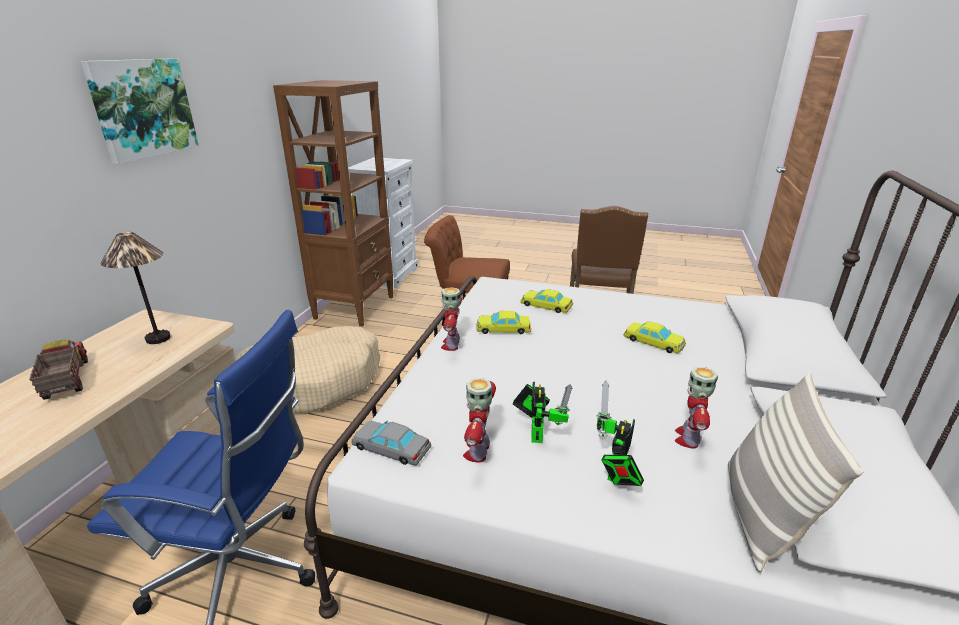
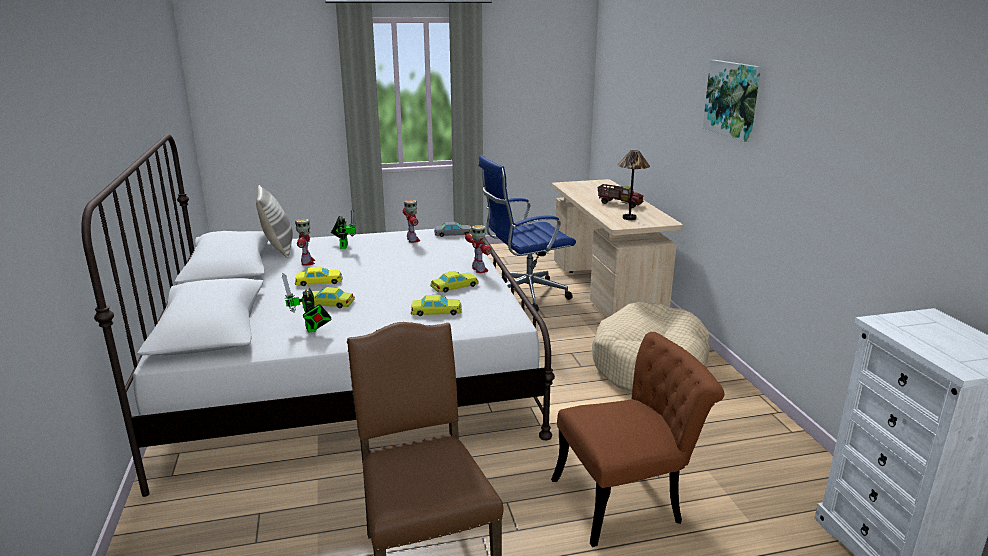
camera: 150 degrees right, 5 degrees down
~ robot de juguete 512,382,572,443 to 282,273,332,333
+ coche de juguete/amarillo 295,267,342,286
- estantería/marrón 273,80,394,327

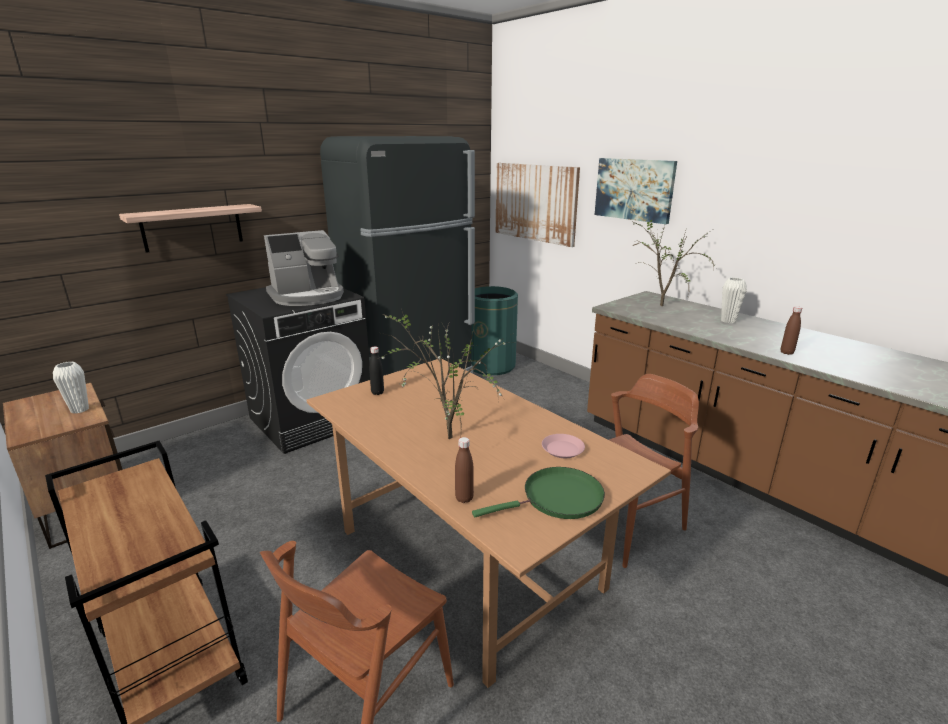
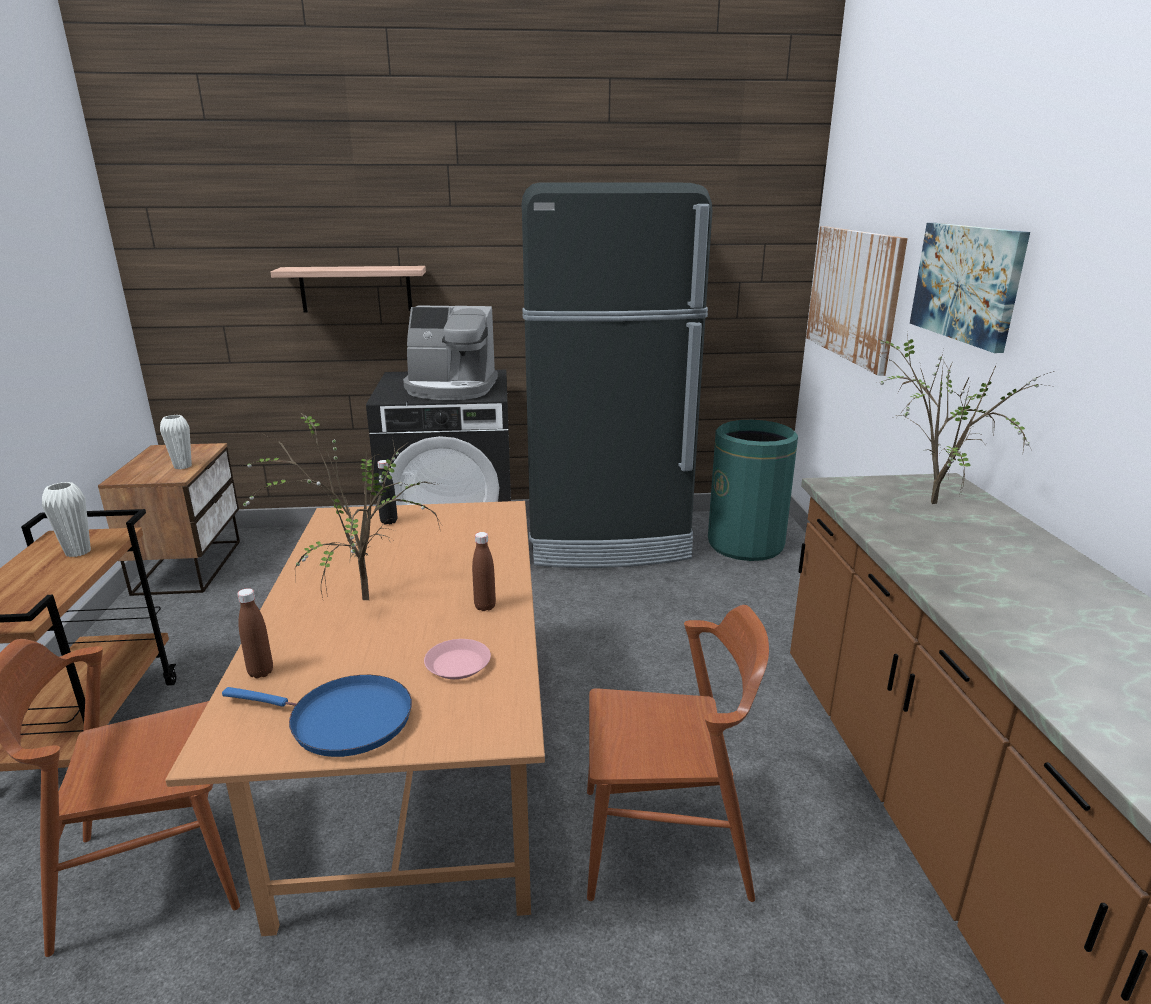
camera: 35 degrees right, 0 degrees up
~ florero/blanco 721,278,747,323 to 42,482,91,557
~ sartén/verde 472,467,605,519 to sartén/azul 222,675,412,757
~ botella/marrón 781,306,802,355 to 472,532,496,611

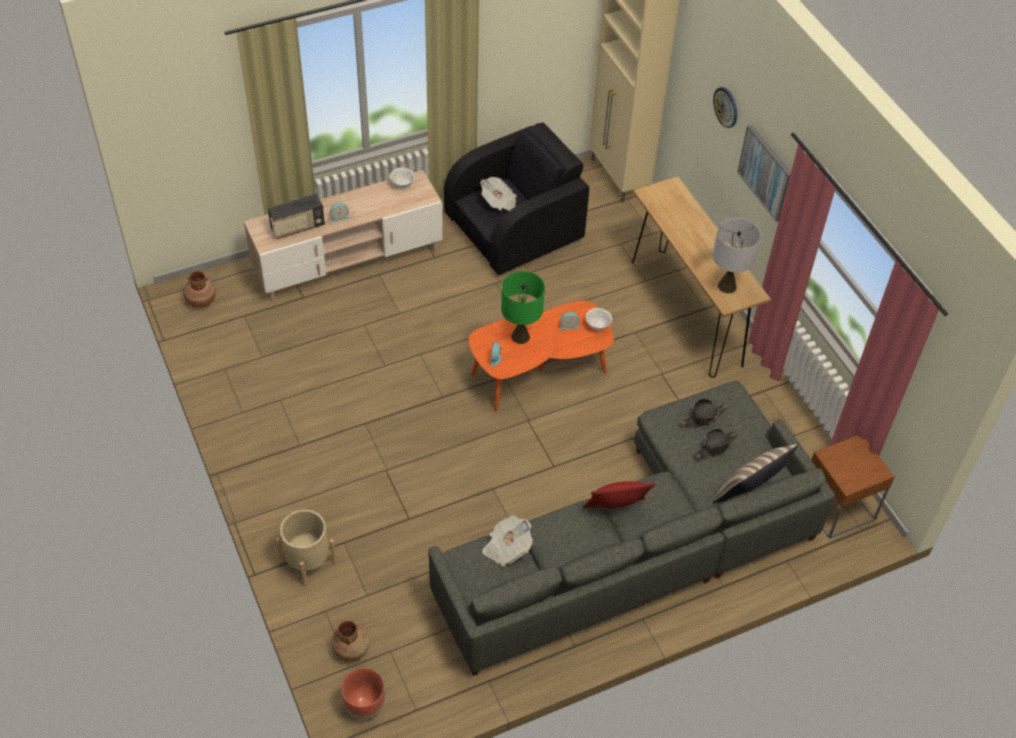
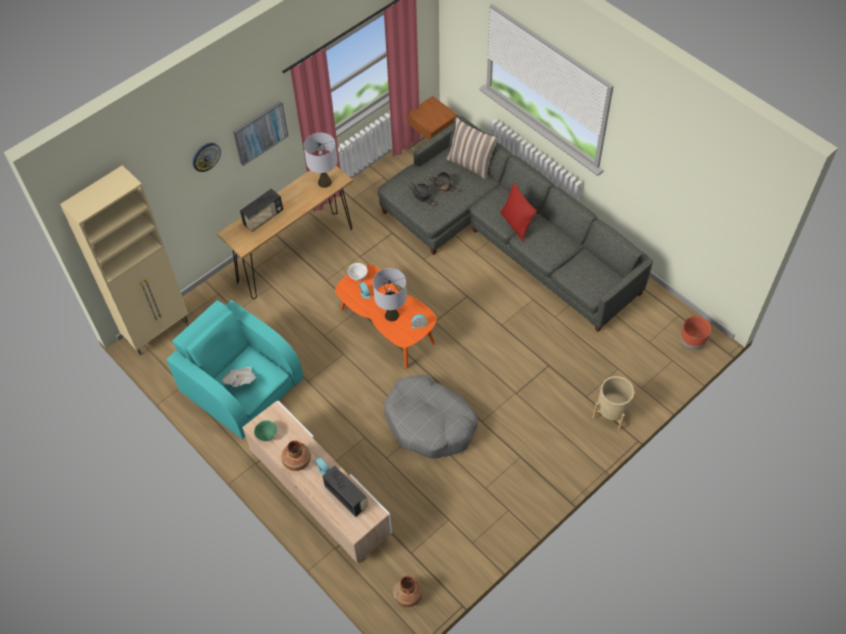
camera: 105 degrees left, 5 degrees up
~ sillón/negro 444,122,589,275 to sillón/turquesa 166,300,304,439
+ radio 240,188,283,232
~ cuenco/blanco 390,168,415,188 to cuenco/verde 254,420,277,441
~ florero/marrón 332,620,370,661 to 281,440,311,471
~ lámpara de mesa/verde 501,271,545,344 to lámpara de mesa/gris 373,268,407,321
+ cama para perro/gris 384,375,478,459
- periódico 482,515,533,567

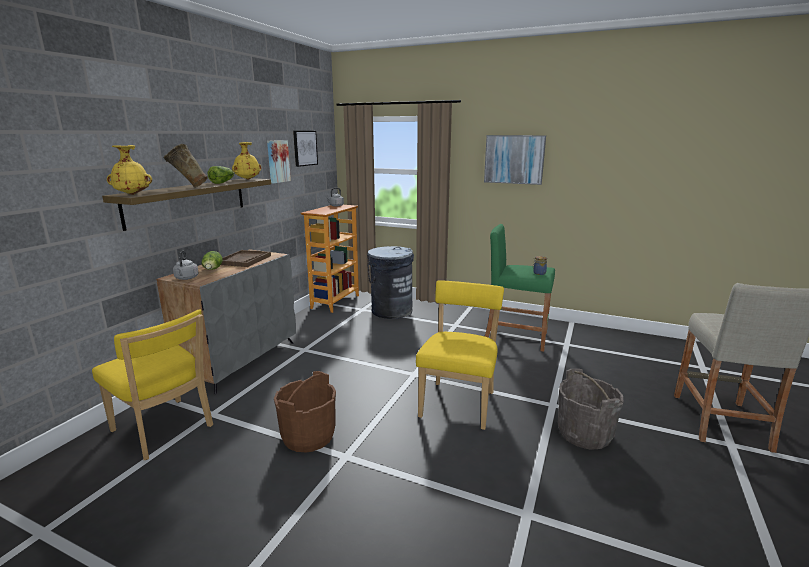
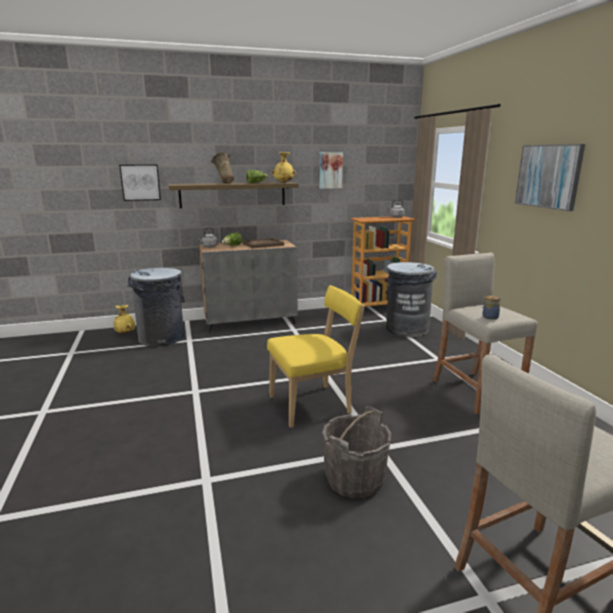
camera: 50 degrees right, 0 degrees up
~ florero/amarillo 107,145,152,195 to 114,305,135,333
~ cuadro 293,131,318,167 to 119,165,161,201
~ silla/amarillo 92,309,213,460 to papelera/gris 128,268,185,346
~ taburete/verde 485,224,555,352 to taburete/beis 433,253,538,414
- cubo/marrón 274,371,336,452

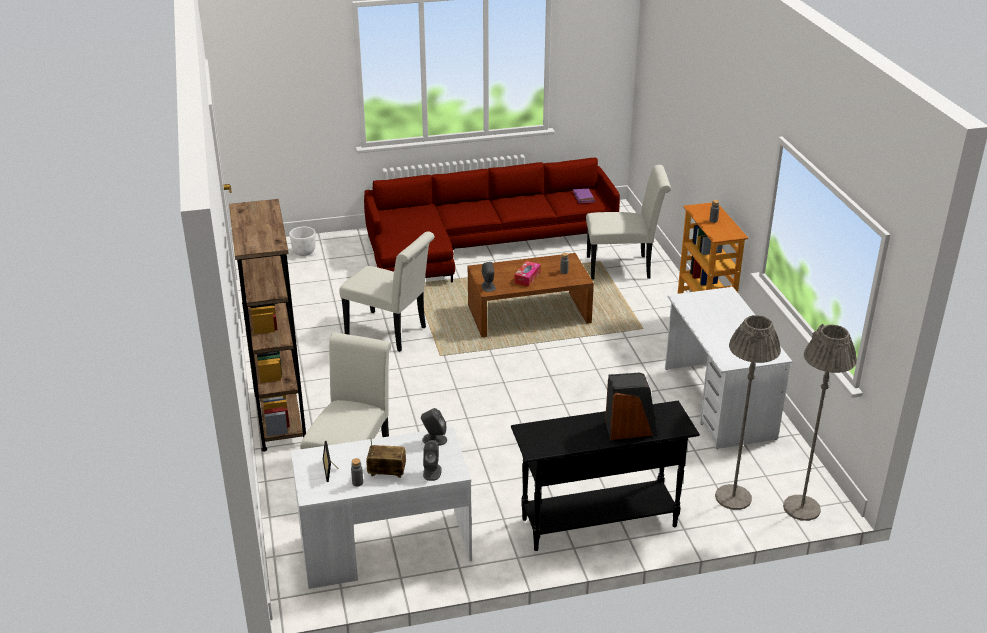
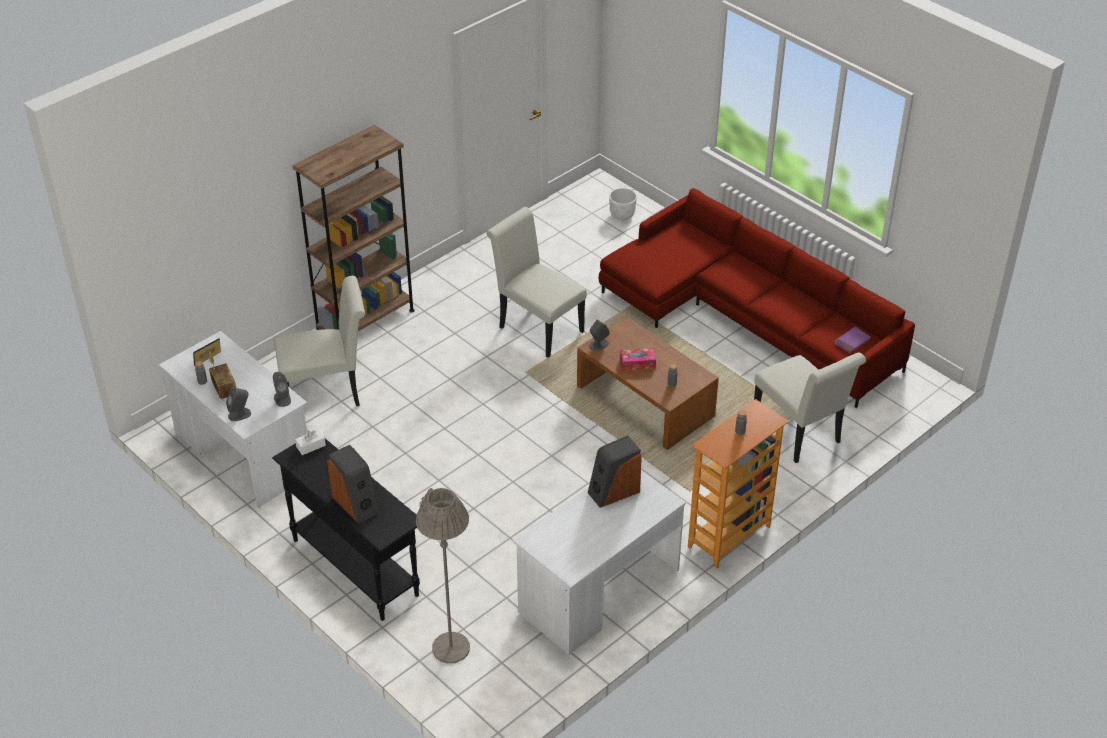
camera: 60 degrees right, 10 degrees up
+ caja de pañuelos/blanco 295,430,326,455
~ silla/blanco 339,231,435,352 = 486,207,587,357 135 degrees clockwise
+ altavoz 588,435,642,508
- lámpara de pie/gris 783,324,857,521

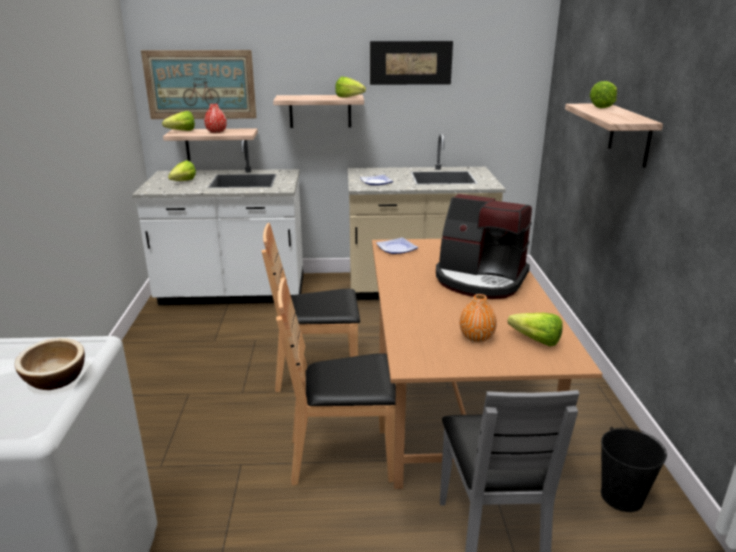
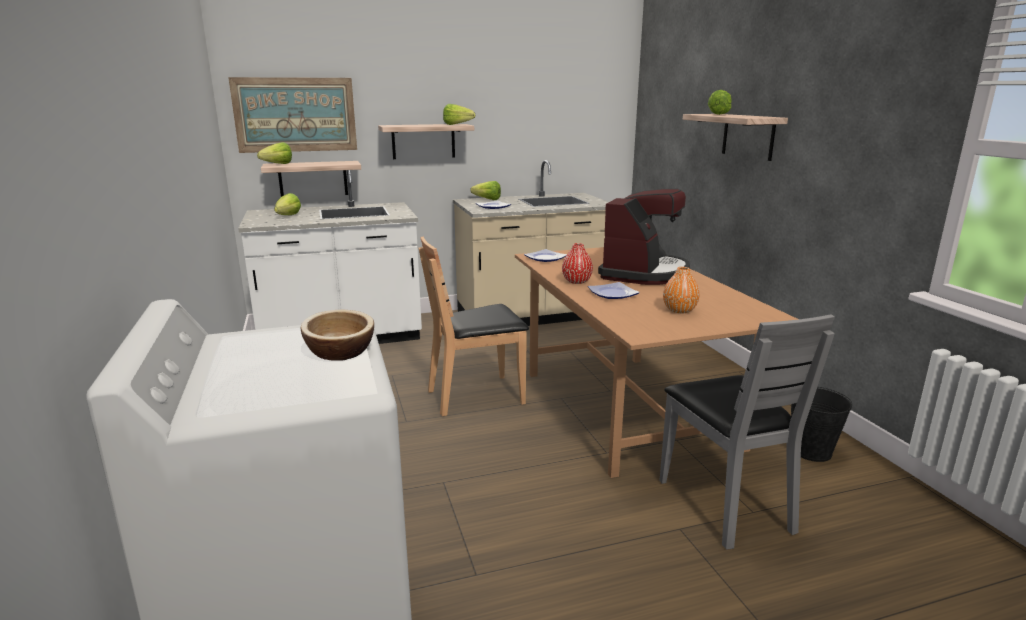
camera: 15 degrees left, 5 degrees down
~ lechuga 508,313,563,346 to 471,181,501,200
~ florero/rojo 204,104,227,133 to 562,243,593,284
+ plato 588,282,640,299
~ cafetera 436,194,532,299 = 598,189,690,285 75 degrees counterclockwise
- silla/marrón 276,277,396,485
- cuadro 370,41,453,85

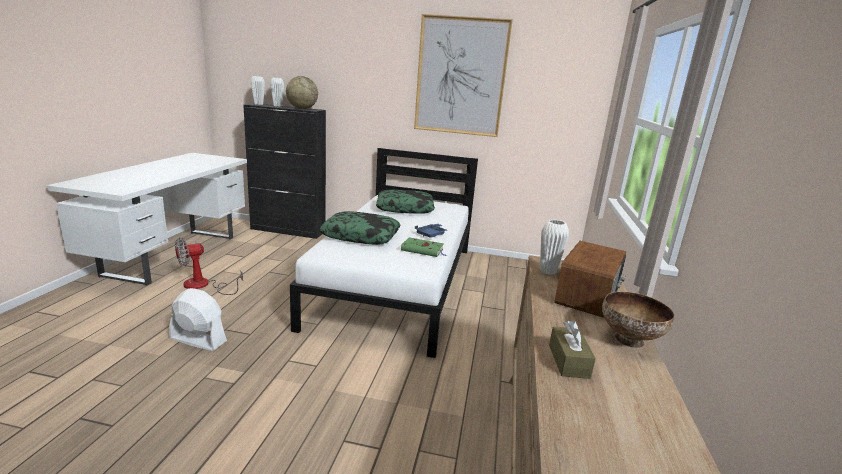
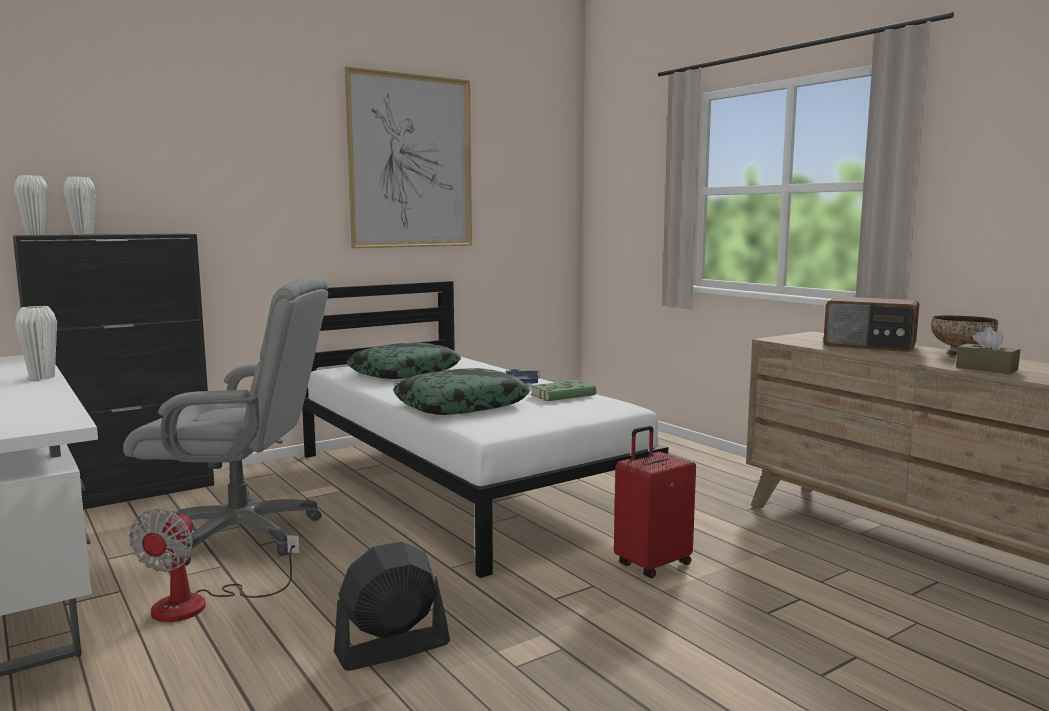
camera: 45 degrees left, 10 degrees down
~ florero/blanco 540,219,569,275 to 15,306,57,380
+ silla de oficina/gris 123,277,329,566
~ ventilador/blanco 169,288,227,351 to ventilador/negro 334,542,450,671
+ maleta/rojo 614,426,696,578
~ radio 554,241,626,318 = 823,296,919,352 135 degrees clockwise
- globo terráqueo 286,76,318,109

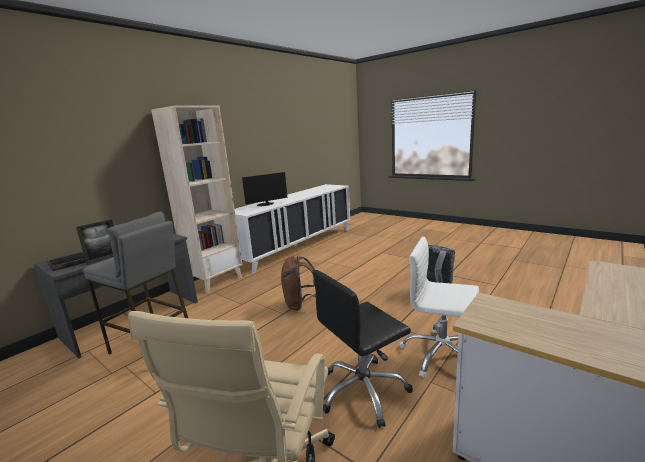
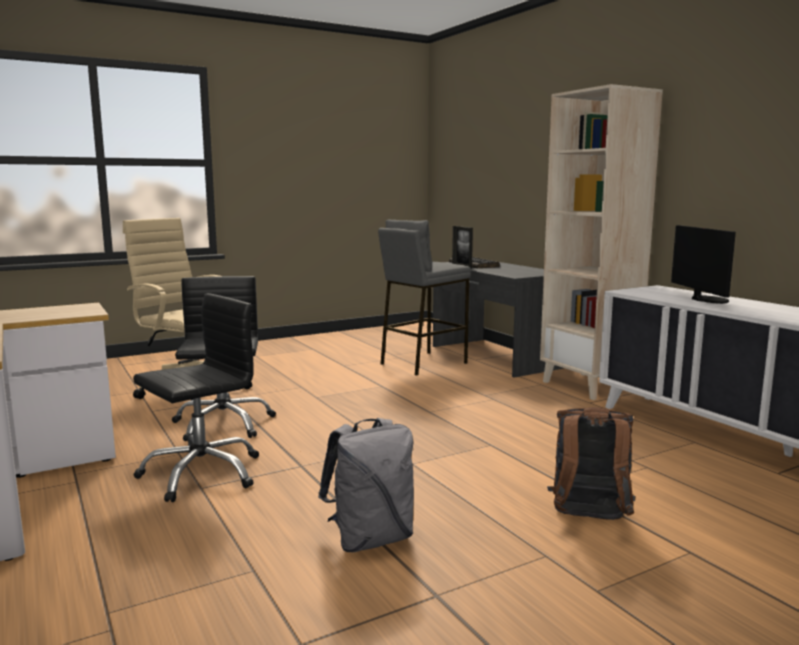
camera: 110 degrees right, 5 degrees down
~ silla de oficina/blanco 399,236,479,378 to silla de oficina/negro 133,293,259,502
~ mochila/marrón 281,257,316,311 to 547,407,635,520

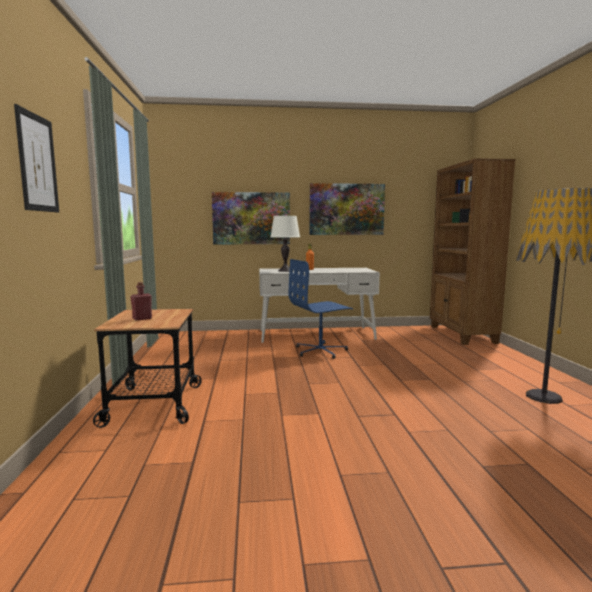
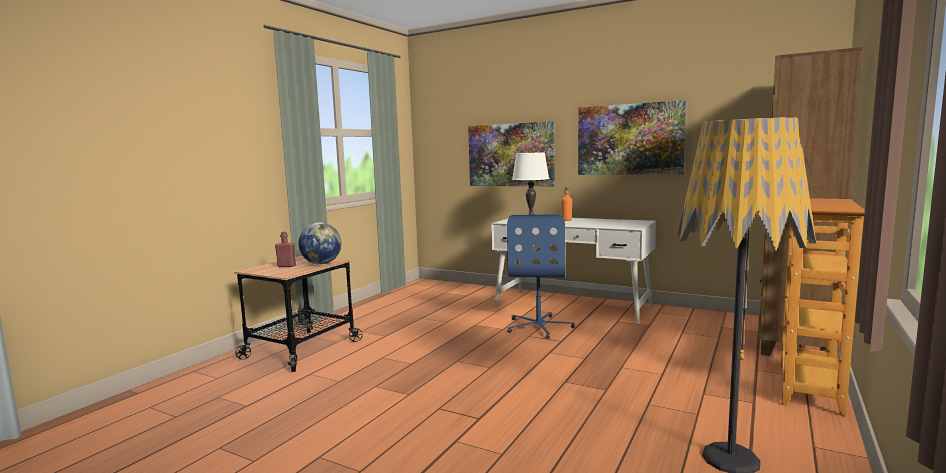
camera: 35 degrees right, 0 degrees up
+ globo terráqueo 298,223,342,264
~ silla de oficina/azul 289,259,353,359 = 507,215,575,339 90 degrees counterclockwise
+ estantería 780,198,865,417
- cuadro 14,104,59,212

